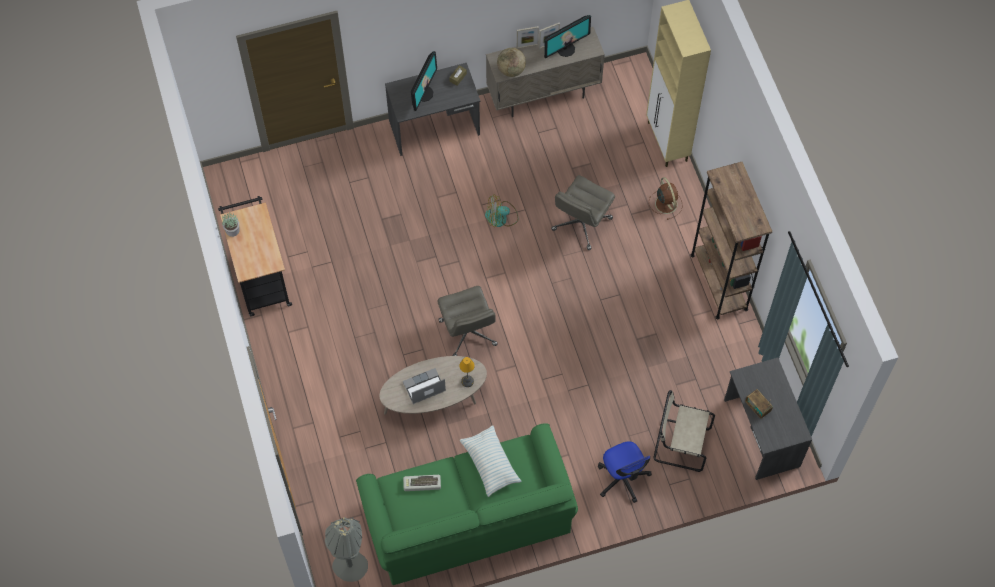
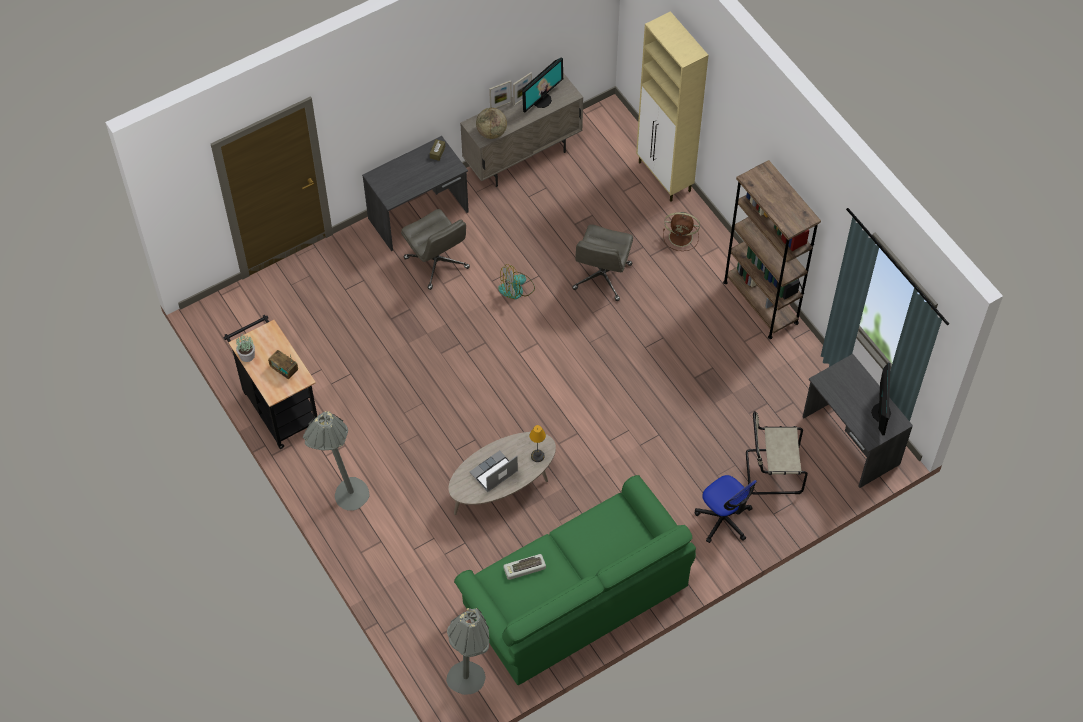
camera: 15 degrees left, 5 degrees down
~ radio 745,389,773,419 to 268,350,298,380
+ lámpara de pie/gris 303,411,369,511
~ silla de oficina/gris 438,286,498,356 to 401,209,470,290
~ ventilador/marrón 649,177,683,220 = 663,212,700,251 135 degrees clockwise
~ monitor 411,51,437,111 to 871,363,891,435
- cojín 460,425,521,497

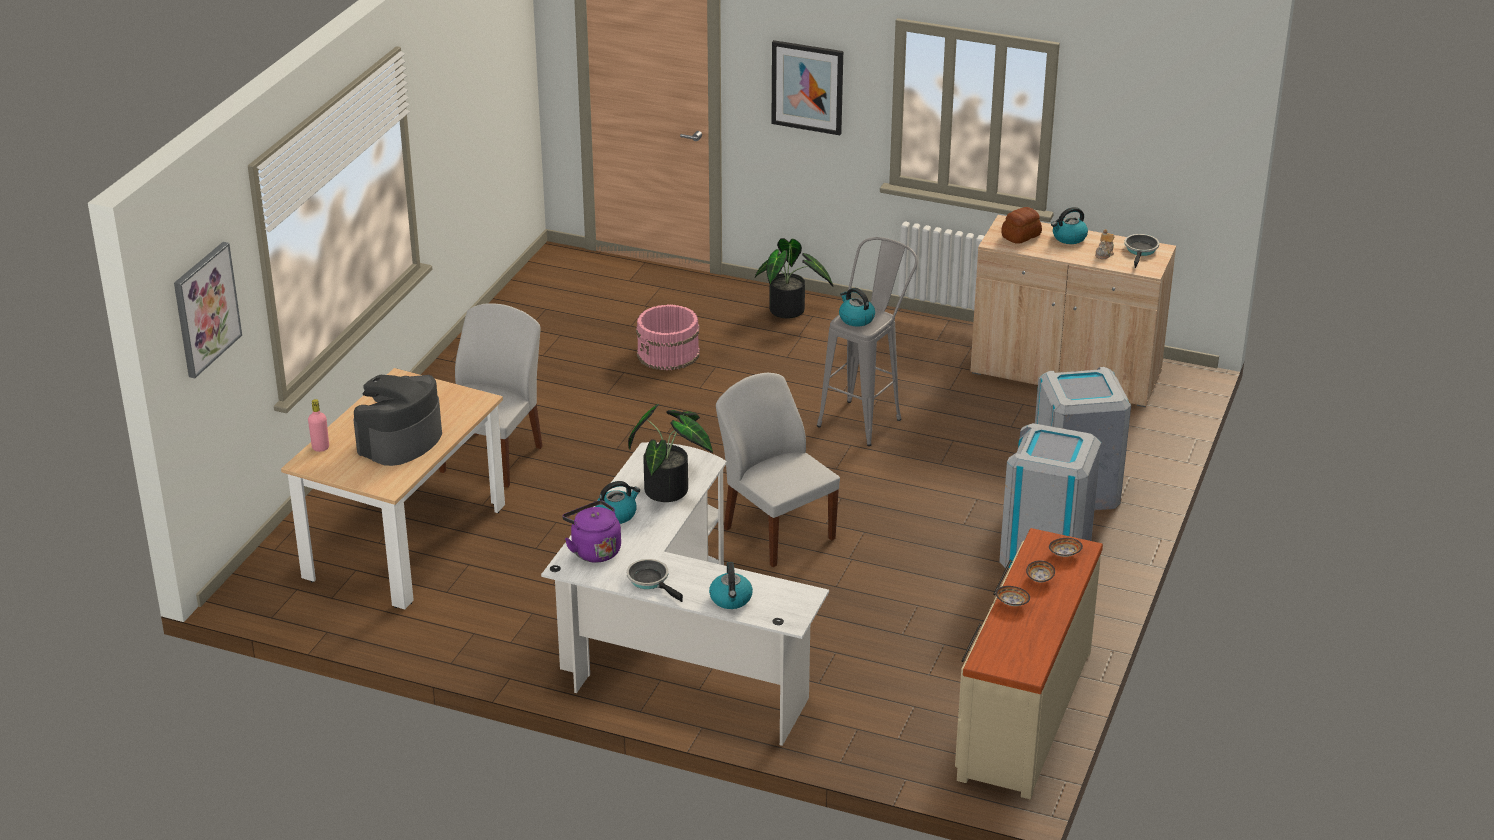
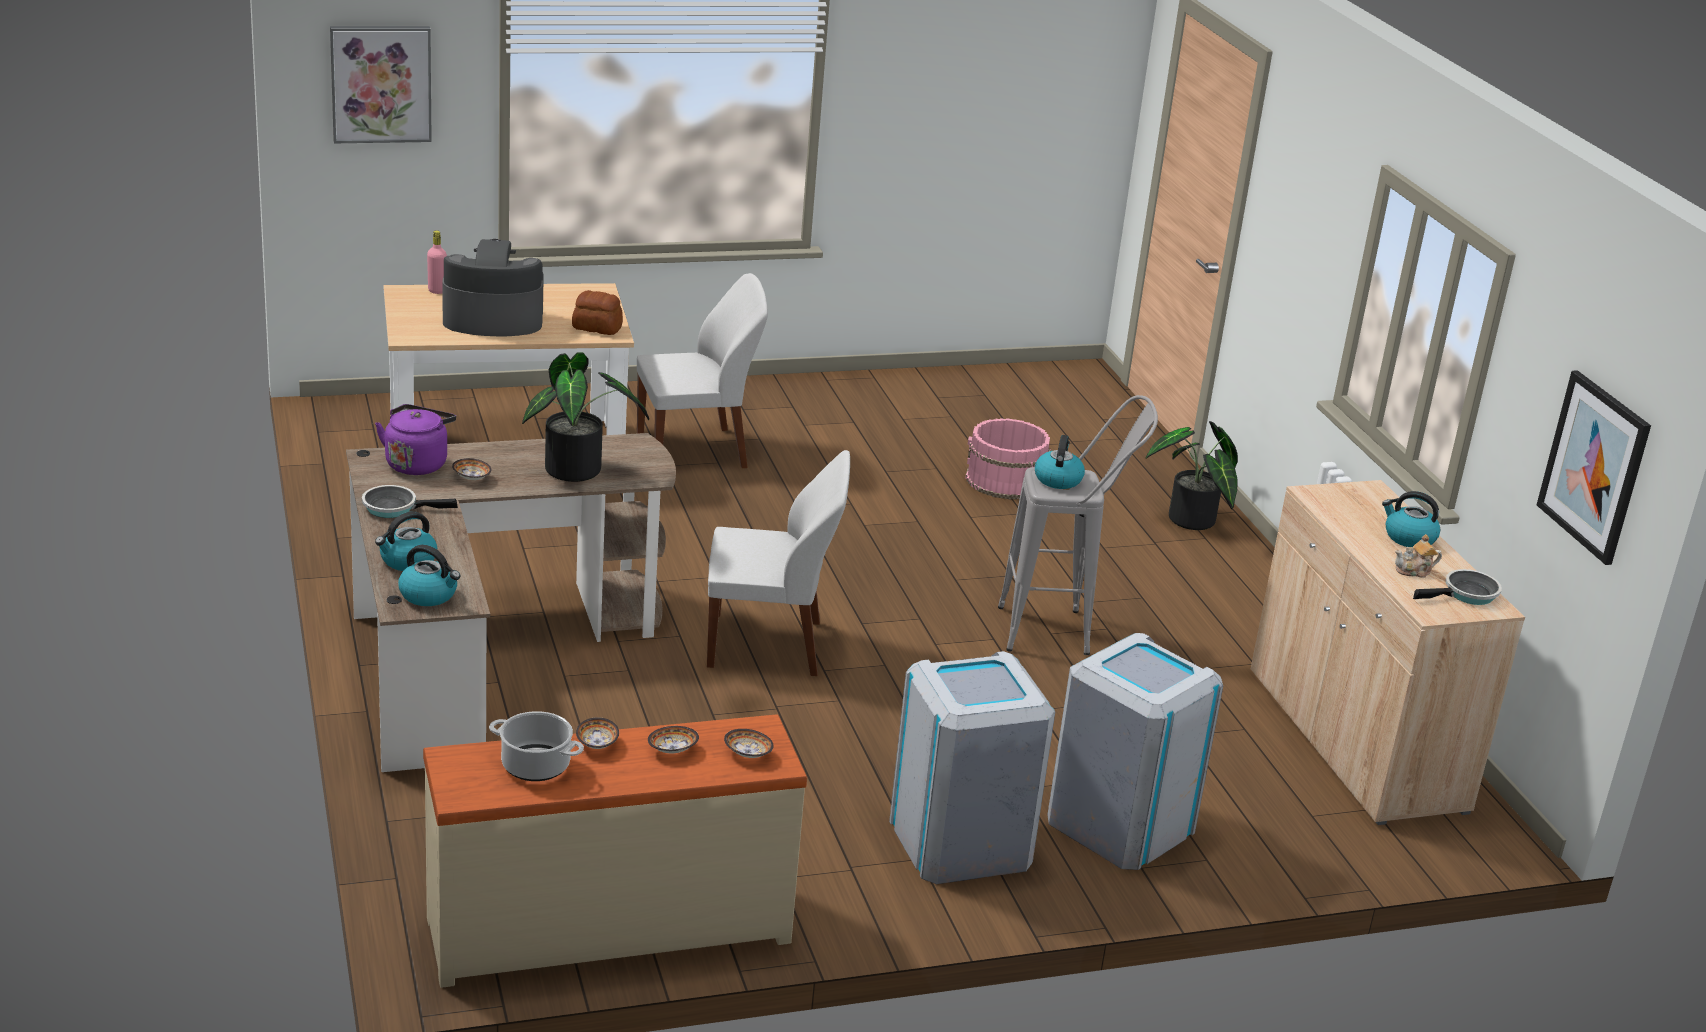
camera: 50 degrees right, 5 degrees down
~ escritorio/blanco 541,442,829,746 to escritorio/marrón 346,433,676,772
~ sartén 627,559,683,602 = 362,485,458,518 105 degrees counterclockwise
~ hervidor 595,481,640,524 to 398,545,460,606
+ cuenco 452,458,491,480
+ olla 489,711,584,781
~ pan 1002,207,1042,244 to 572,290,623,335
~ silla/blanco 716,373,840,567 = 707,450,850,676 75 degrees clockwise
~ cuadro 771,40,843,135 to 1537,370,1651,565

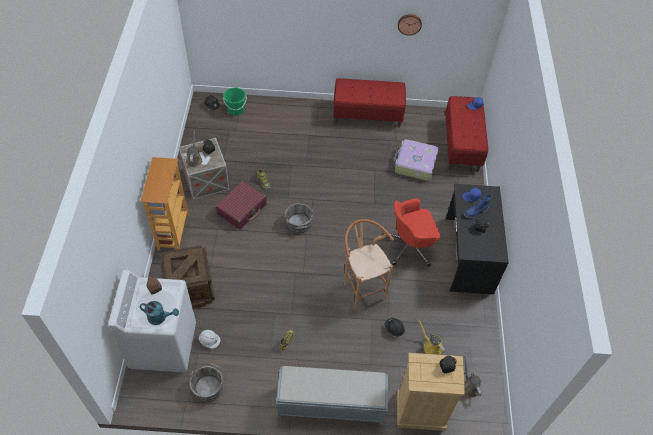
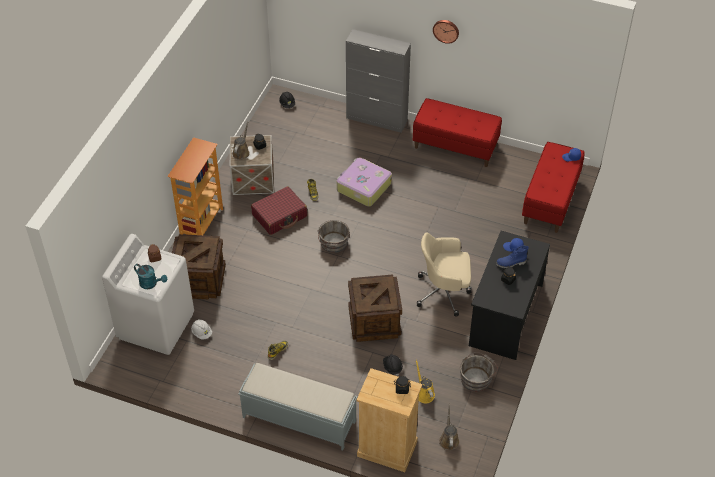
camera: 20 degrees right, 5 degrees down
~ maleta 393,139,439,181 to 337,157,392,206
+ armario/gris 346,29,411,133
~ taburete/marrón 344,219,394,311 to caja de embalaje 348,275,402,342
~ silla de oficina/rojo 382,198,440,267 to silla de oficina/beis 417,232,472,317
~ reloj de pared 398,14,422,36 to 433,20,459,44
~ cubo/gris 189,363,226,402 to 460,352,498,392
- cubo/verde 223,87,247,116

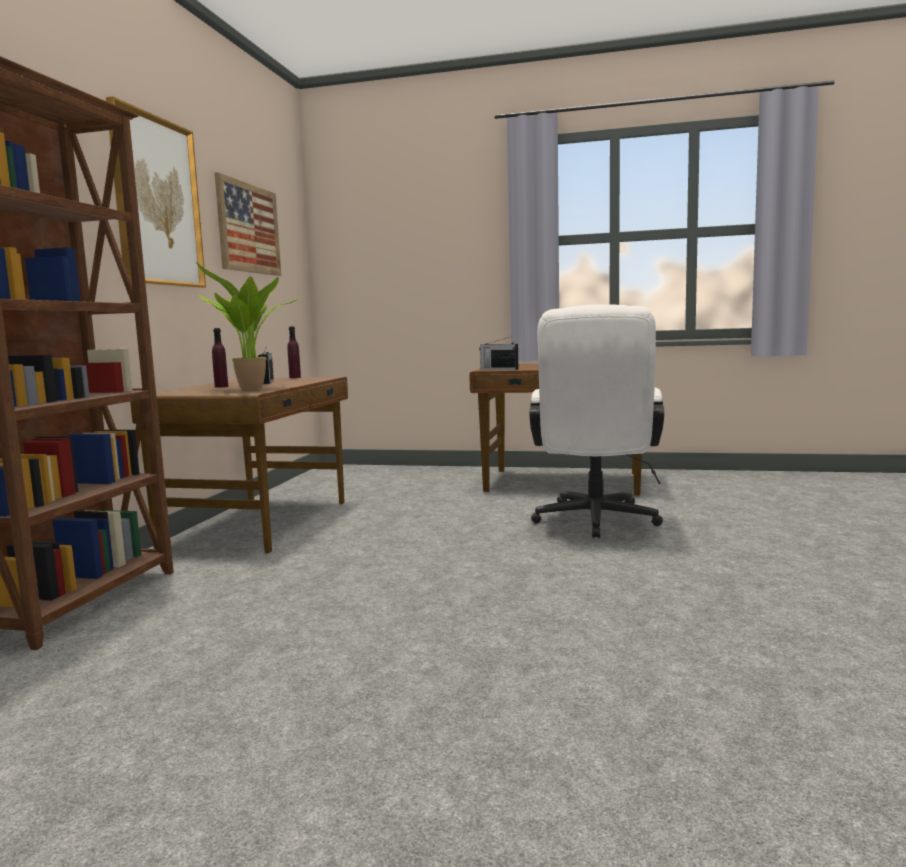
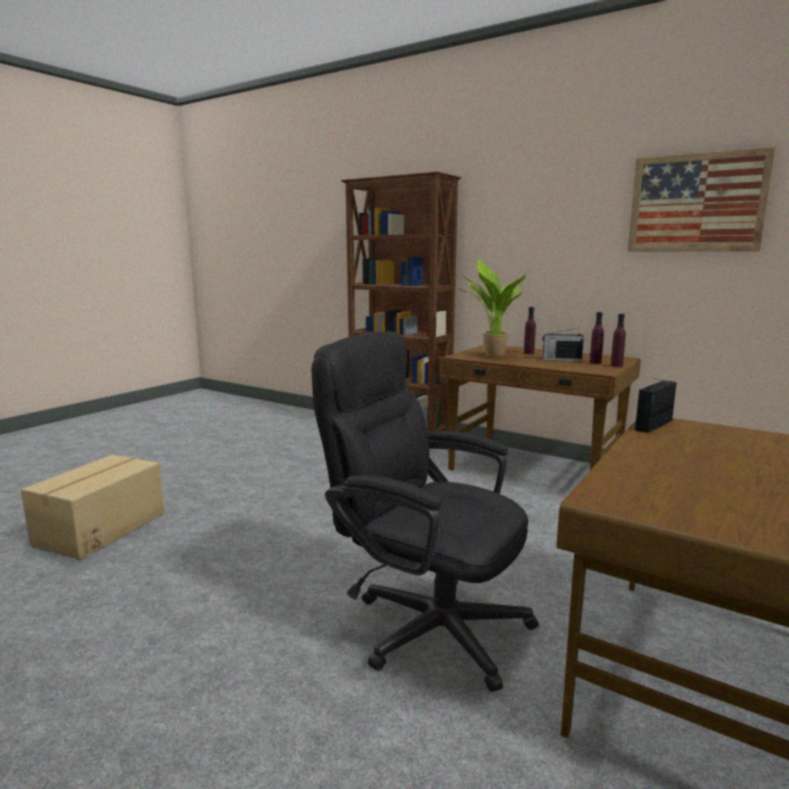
camera: 110 degrees right, 5 degrees up
+ caja de cartón 21,455,165,560
~ silla de oficina/blanco 529,304,664,538 to silla de oficina/negro 311,331,539,692
+ botella/morado 589,312,604,364
- cuadro 106,96,206,288

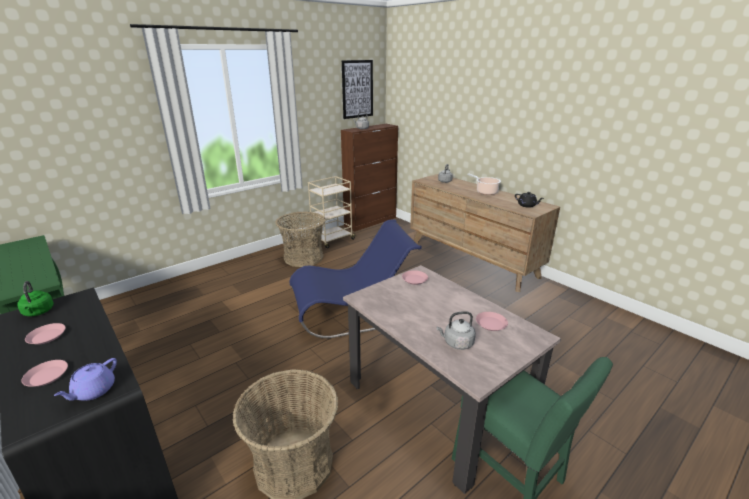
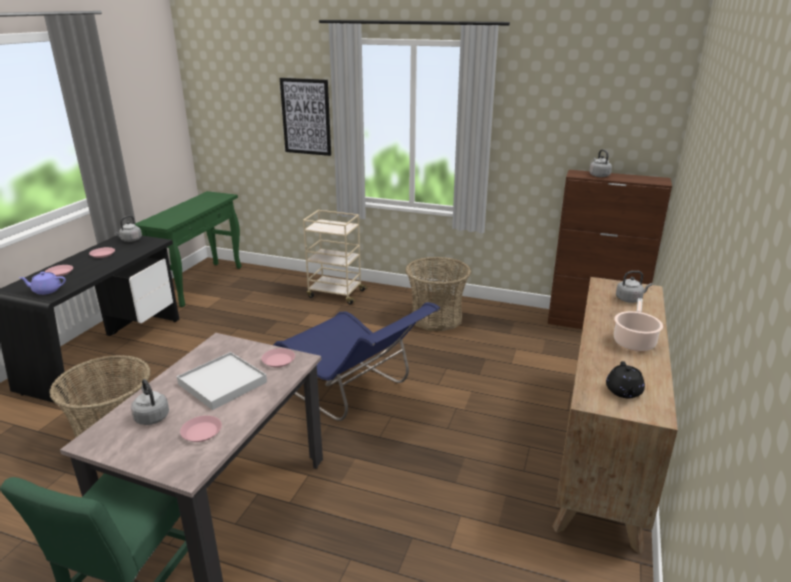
camera: 60 degrees right, 0 degrees up
~ hervidor/verde 17,281,54,316 to hervidor/gris 114,215,142,242
+ bandeja/blanco 177,352,267,410
~ cuadro 342,60,373,119 to 280,78,331,156
~ carrito/beis 308,176,357,248 to 303,210,367,304

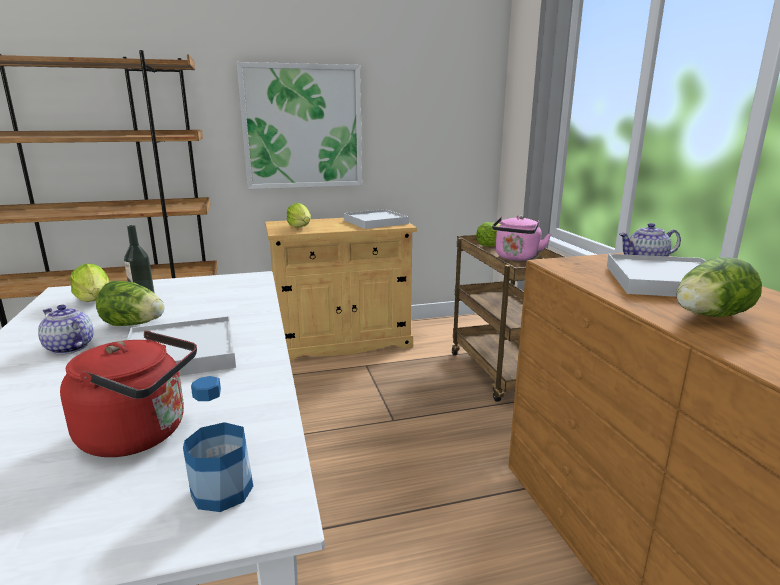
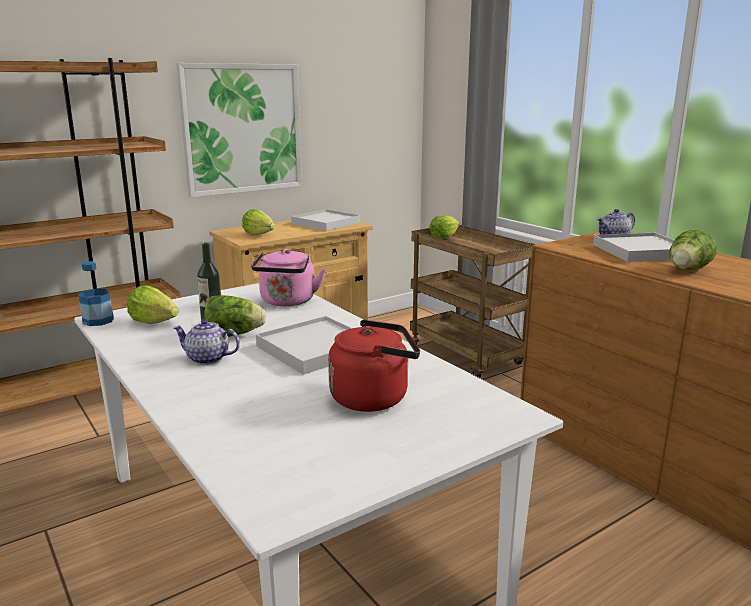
camera: 20 degrees left, 0 degrees up
~ botella 183,376,253,512 to 78,261,114,326
~ hervidor/rosa 492,215,551,261 to 251,249,326,306

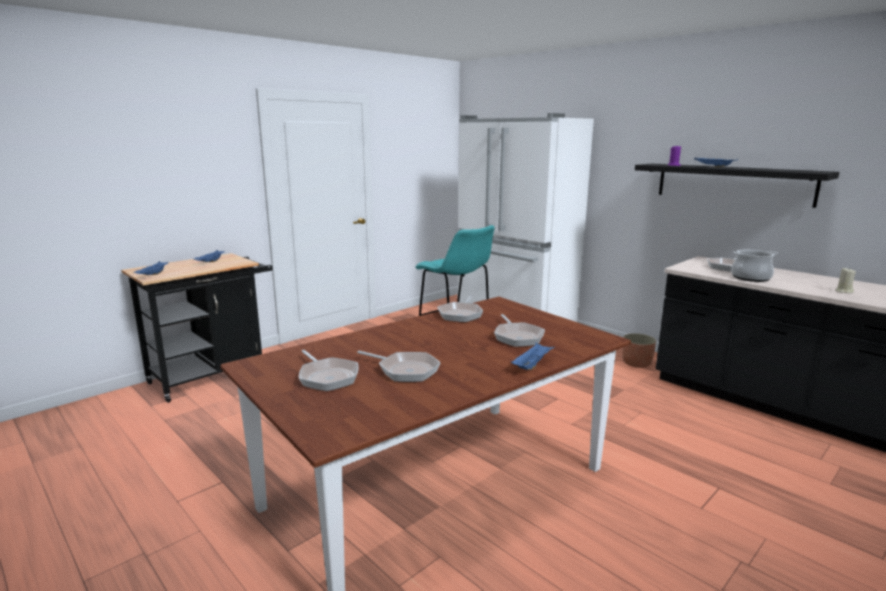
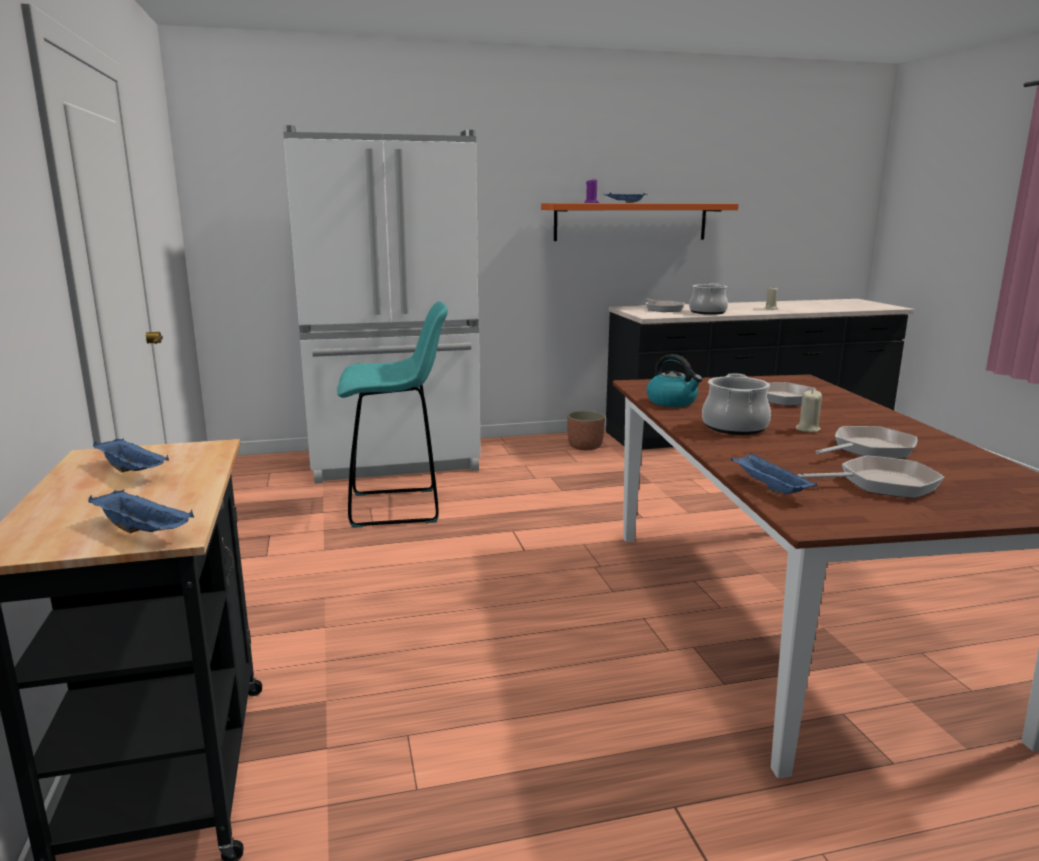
camera: 60 degrees left, 0 degrees up
~ estante/negro 635,164,839,208 to estante/naranja 541,203,739,241
~ sartén 437,296,483,322 to hervidor 647,354,702,407
+ olla 702,374,771,435
~ bandeja/azul 511,342,555,370 to 730,452,818,494
+ vela/beis 796,390,822,432

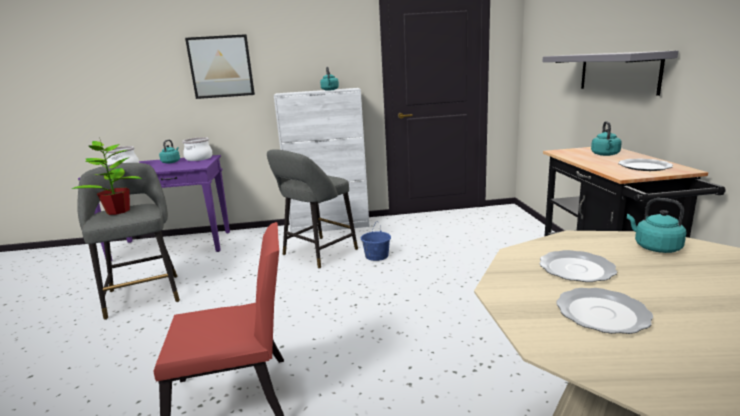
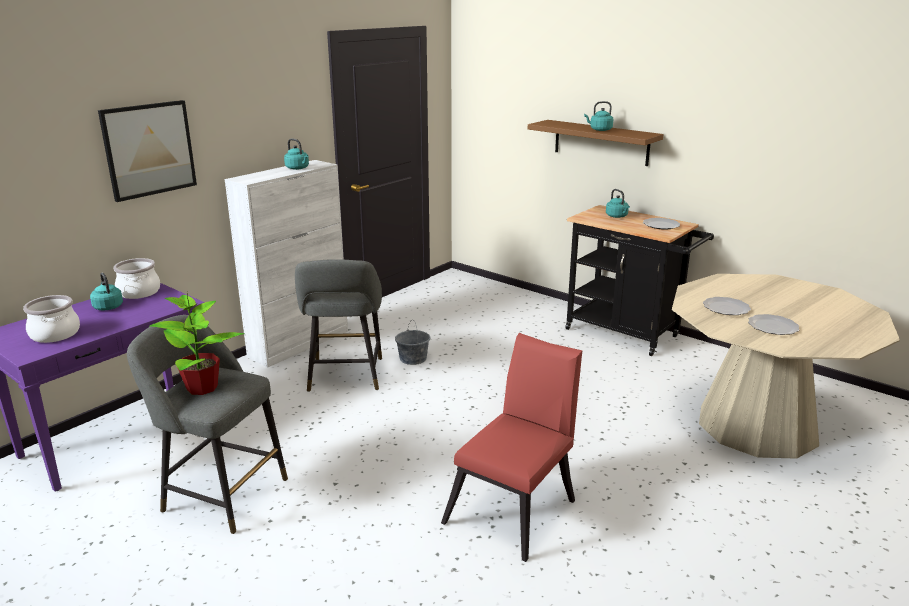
camera: 45 degrees left, 5 degrees up
~ cubo/azul 361,222,391,261 to cubo/gris 395,321,430,365
~ estante/gris 542,51,678,96 to estante/marrón 528,120,663,166
~ hervidor/turquesa 627,198,687,253 to 584,101,613,131

